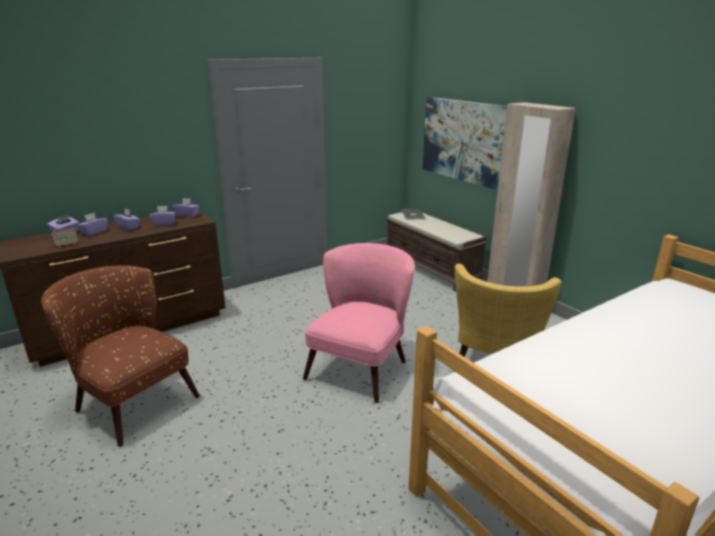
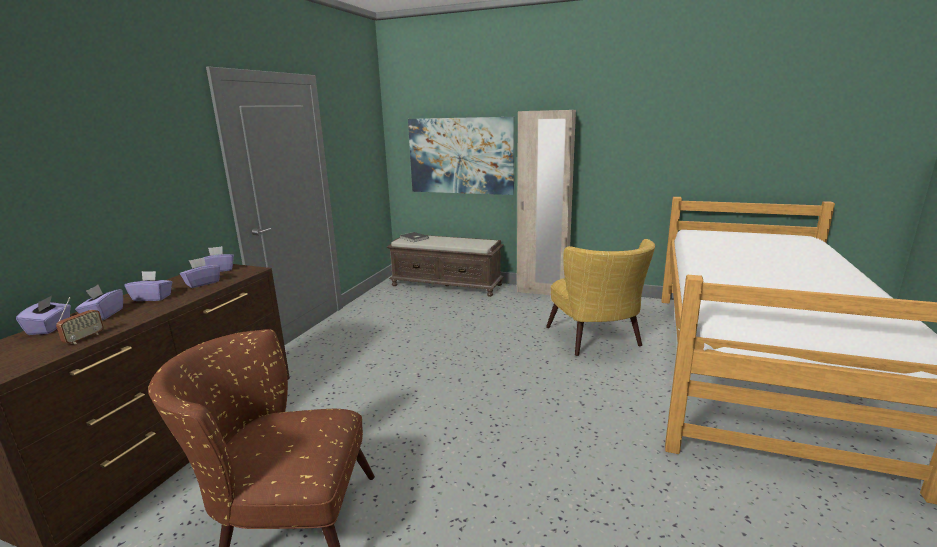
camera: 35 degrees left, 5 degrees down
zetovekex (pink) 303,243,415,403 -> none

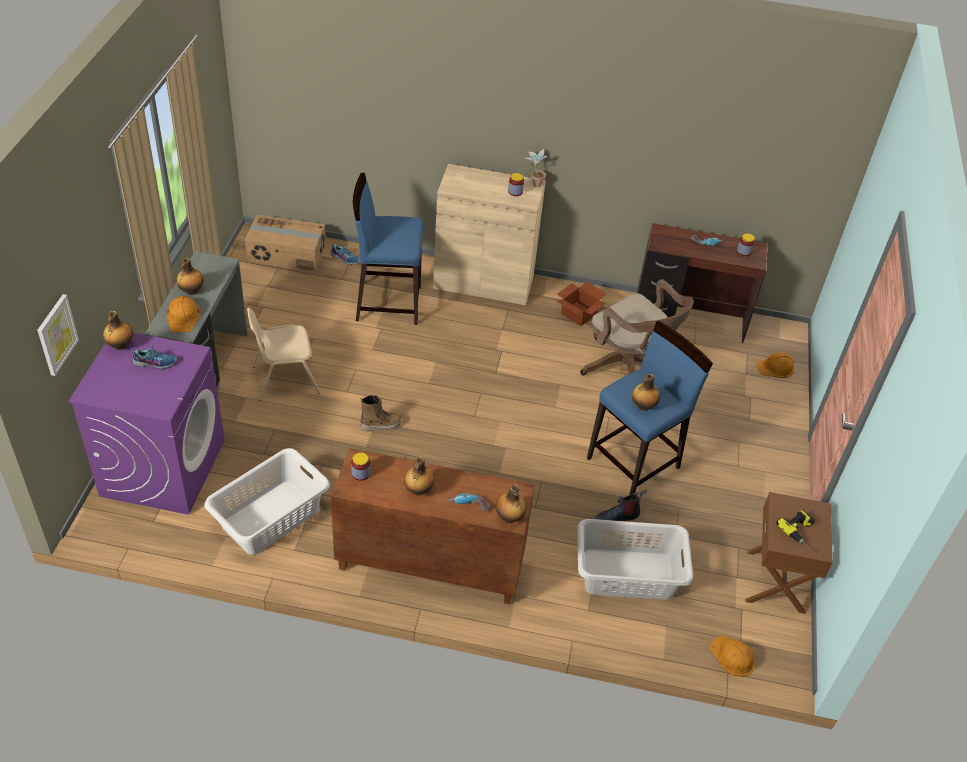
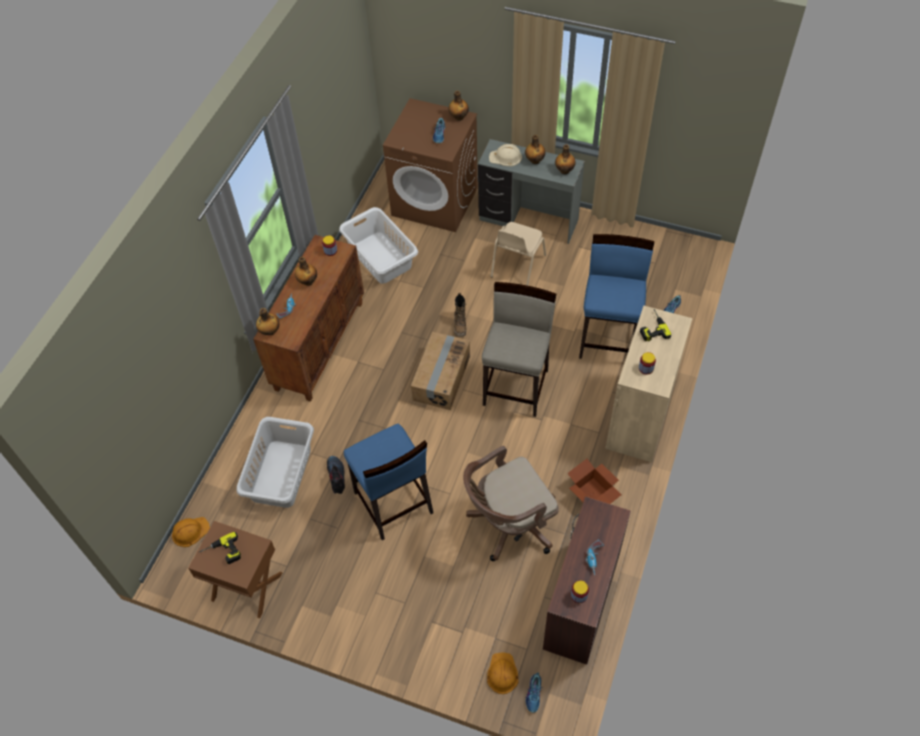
camera: 105 degrees right, 10 degrees up
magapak 525,149,547,187 -> none
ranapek 245,215,326,272 -> ranapek 411,332,470,410, moved
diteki 37,294,79,376 -> none
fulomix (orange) 167,296,201,333 -> fulomix (beige) 489,144,522,166
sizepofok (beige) 247,307,320,401 -> sizepofok (beige) 491,222,546,286, 150 degrees counterclockwise
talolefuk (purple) 68,333,225,515 -> talolefuk (brown) 383,98,478,232
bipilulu 632,374,660,411 -> bipilulu 555,144,576,174, moved
none -> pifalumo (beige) 482,282,556,417
none -> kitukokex 640,309,671,341
none -> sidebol 525,673,542,713

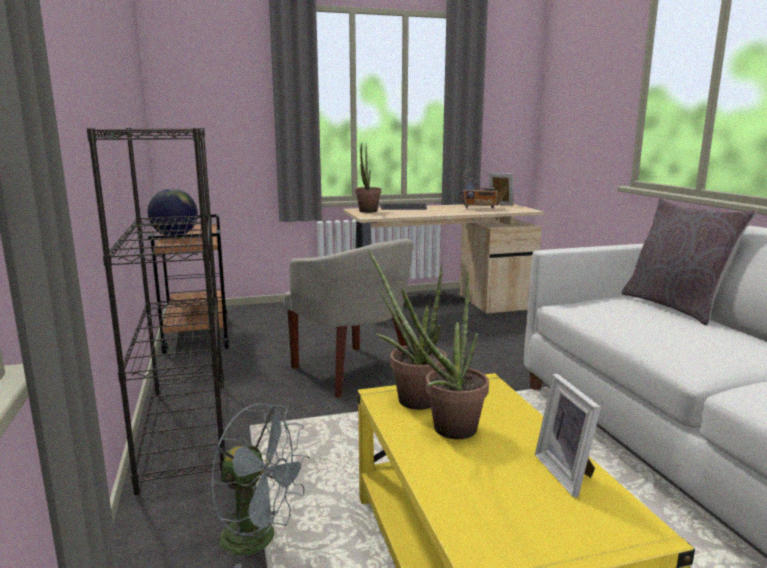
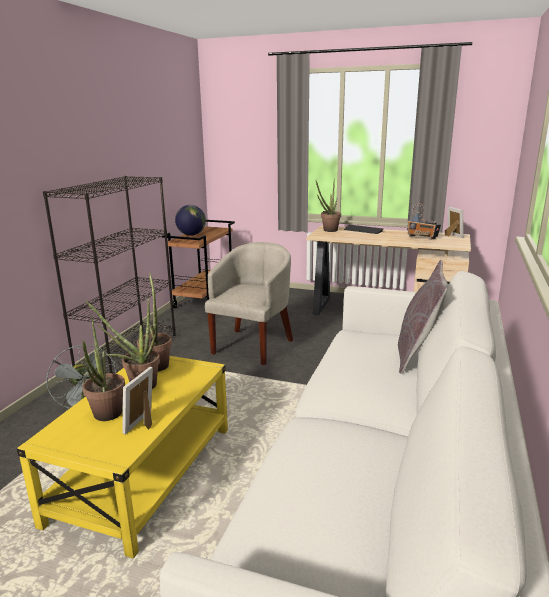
camera: 35 degrees right, 5 degrees up
zetovekex (beige) 283,239,413,397 -> zetovekex (beige) 205,242,293,365, 150 degrees counterclockwise
none -> magapak 82,316,125,421

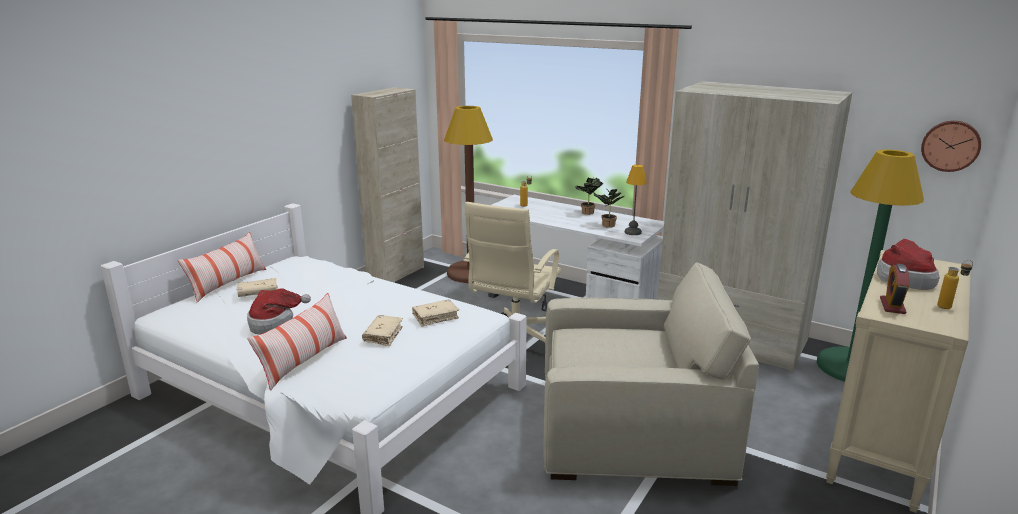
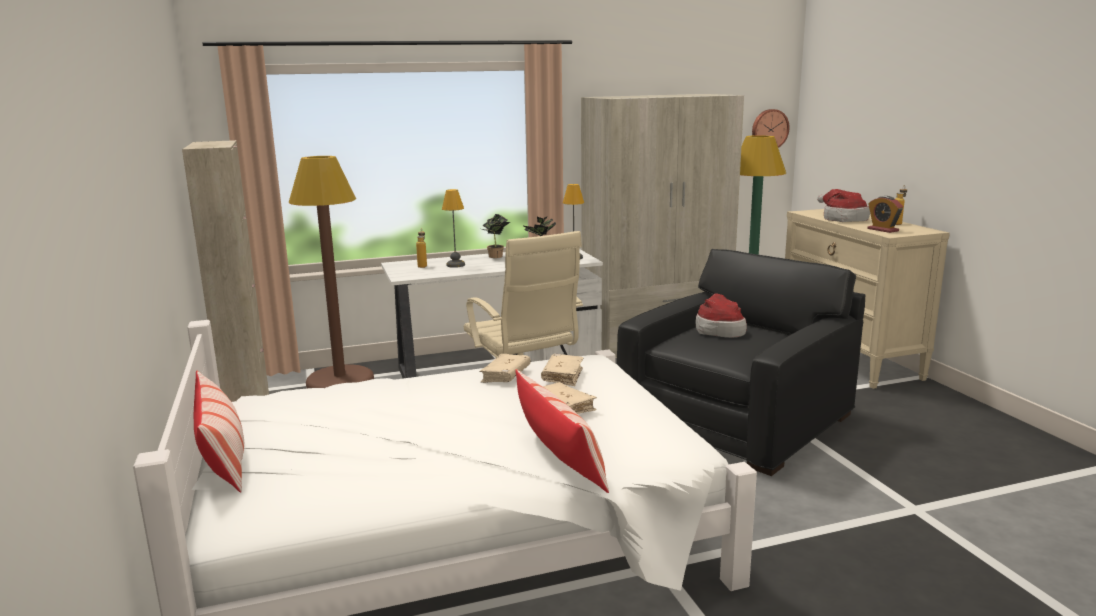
camera: 50 degrees left, 5 degrees down
zetovekex (beige) 543,262,759,486 -> zetovekex (black) 617,249,865,476
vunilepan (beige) 237,278,278,297 -> vunilepan (beige) 479,354,531,383, moved
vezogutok 247,288,311,335 -> vezogutok 696,293,747,338, moved
none -> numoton 442,189,465,268

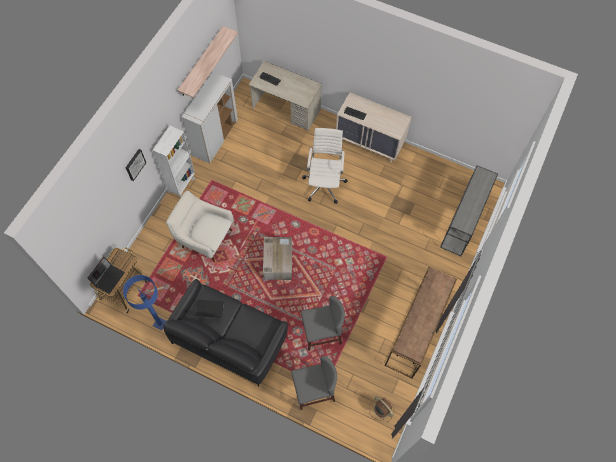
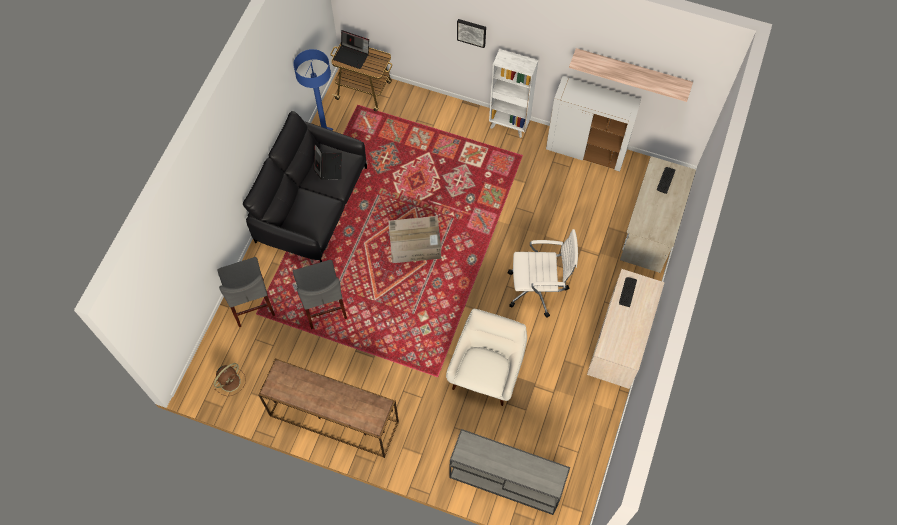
camera: 85 degrees right, 0 degrees up
zetovekex (white) 166,191,233,262 -> zetovekex (white) 446,309,527,406, moved

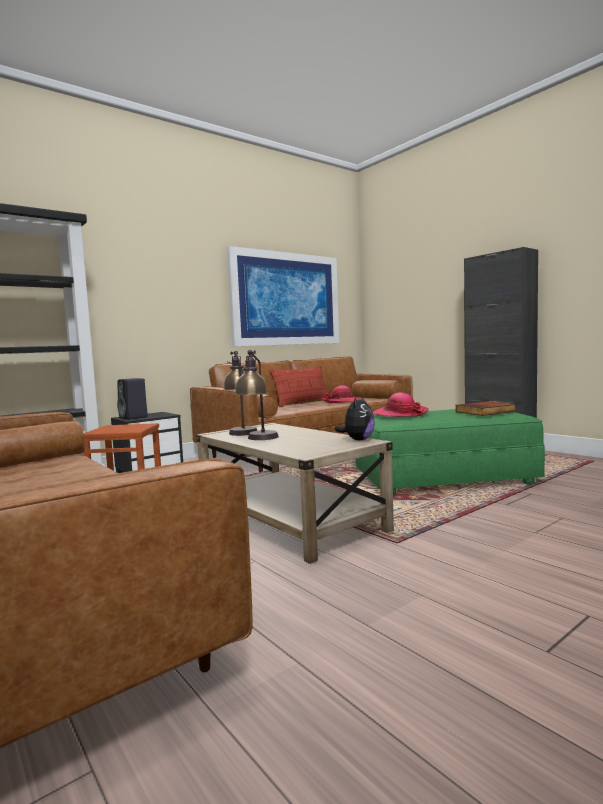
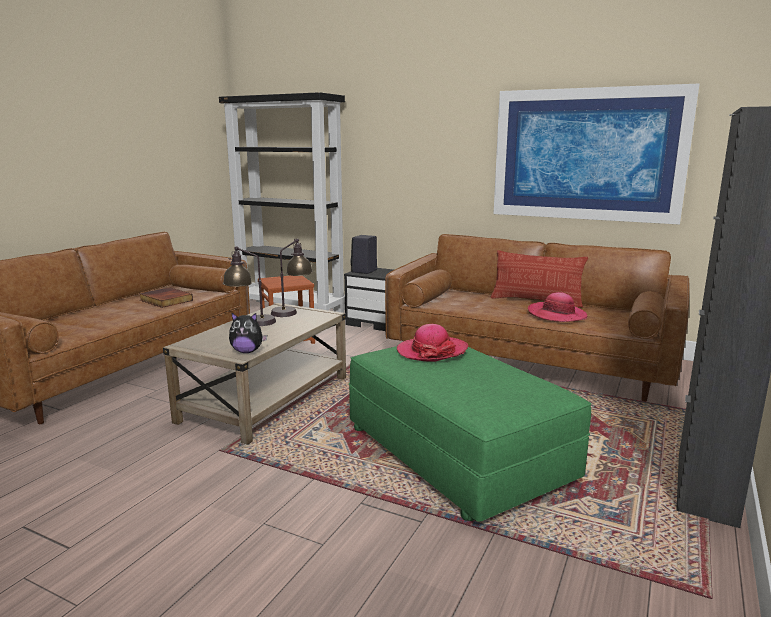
camera: 65 degrees right, 10 degrees up
vunilepan 456,401,517,416 -> vunilepan 139,287,193,308, moved

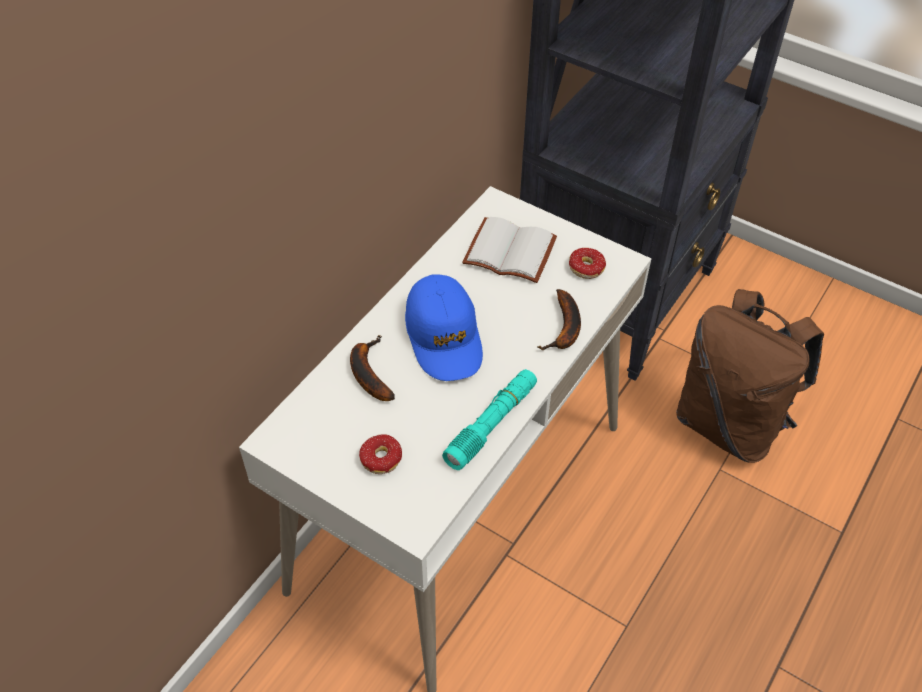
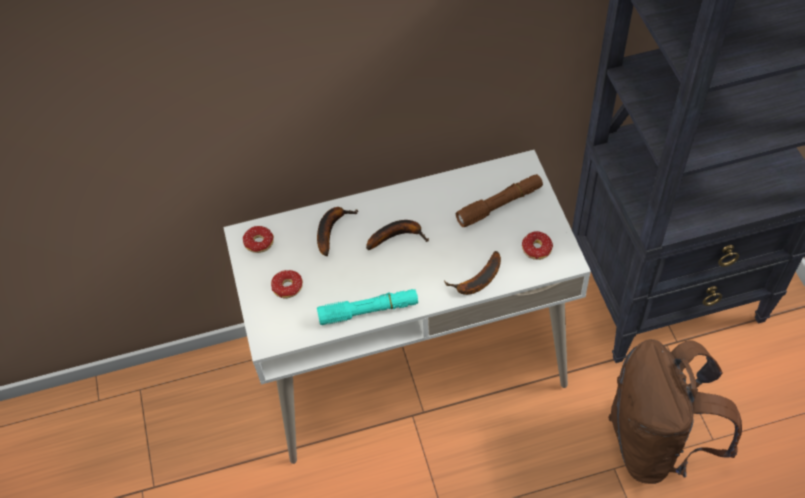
camera: 45 degrees right, 5 degrees up
vunilepan (white) 462,217,557,283 -> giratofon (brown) 456,174,543,227
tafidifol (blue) 405,275,483,381 -> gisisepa 366,220,429,250
none -> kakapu 243,226,274,253

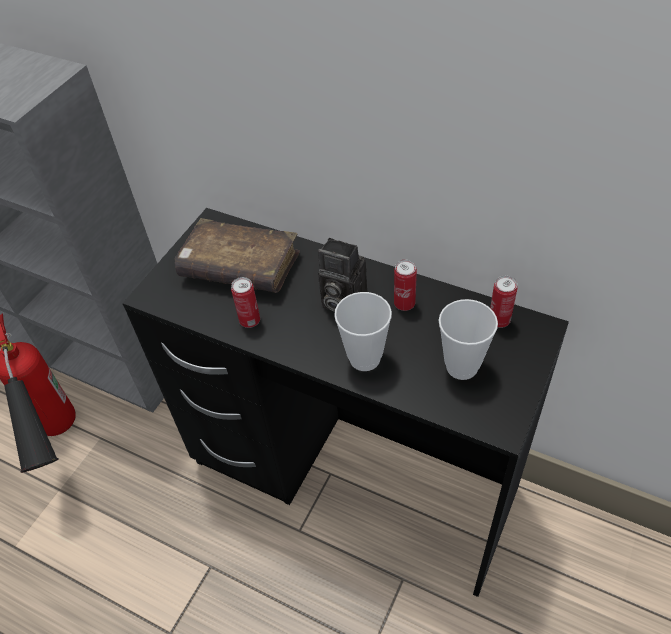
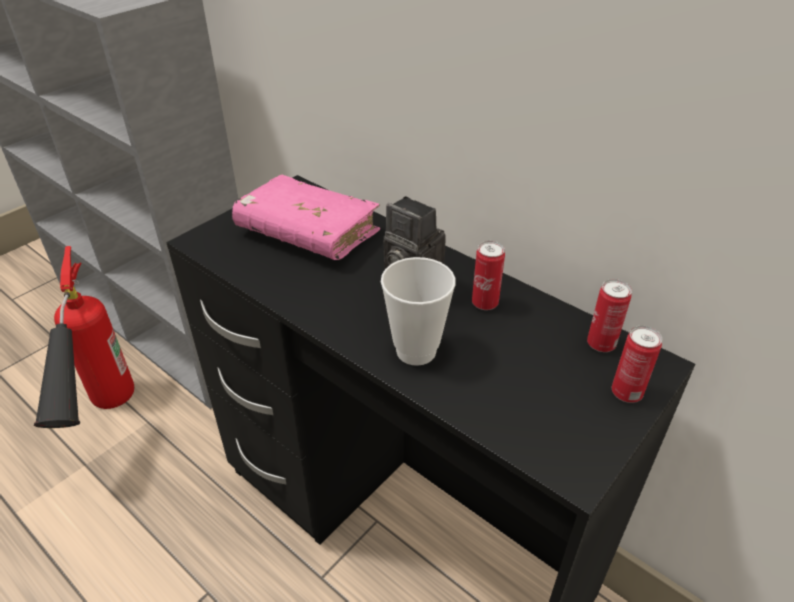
camera: 10 degrees right, 10 degrees down
vunilepan (brown) 175,218,300,293 -> vunilepan (pink) 232,175,380,260
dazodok 231,277,260,328 -> dazodok 612,326,662,403, moved
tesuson 439,299,498,380 -> none

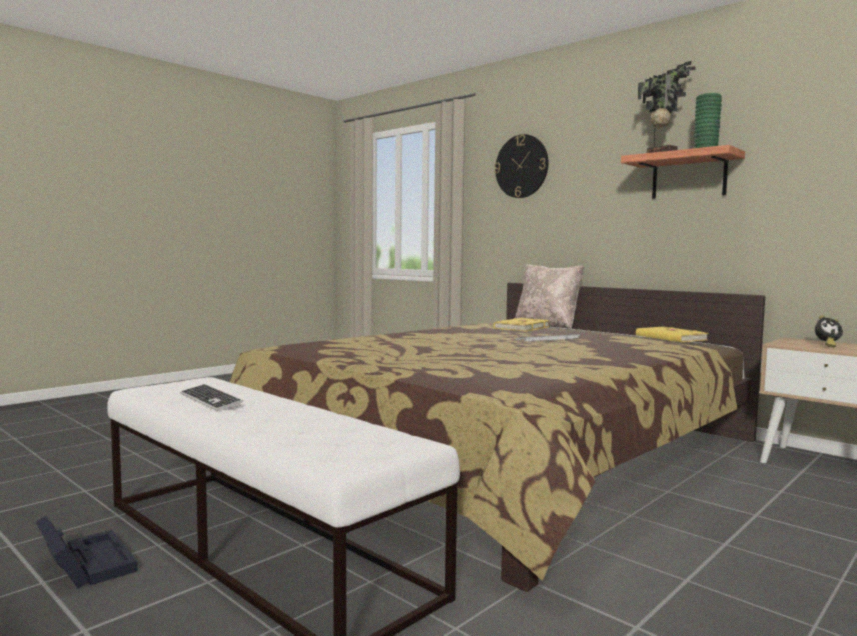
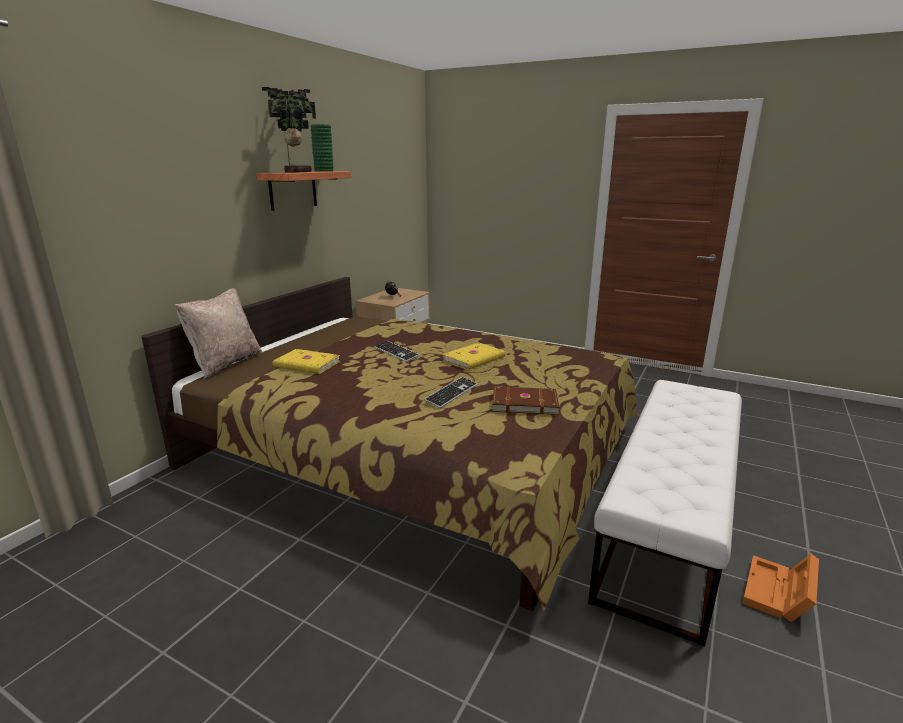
camera: 105 degrees left, 15 degrees up
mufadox 494,134,548,198 -> none
vunilepan (yellow) 636,326,708,342 -> vunilepan (yellow) 442,343,505,370, moved
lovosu 180,384,243,411 -> lovosu 424,377,478,408, moved
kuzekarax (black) 35,516,138,589 -> kuzekarax (orange) 743,554,819,622
none -> vunilepan (brown) 492,386,559,415

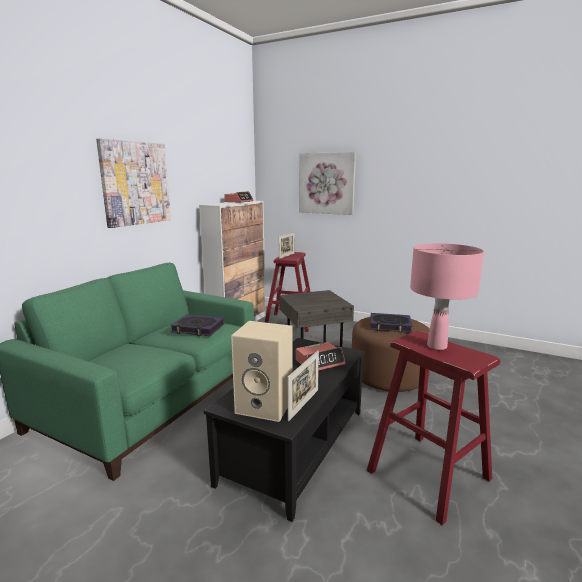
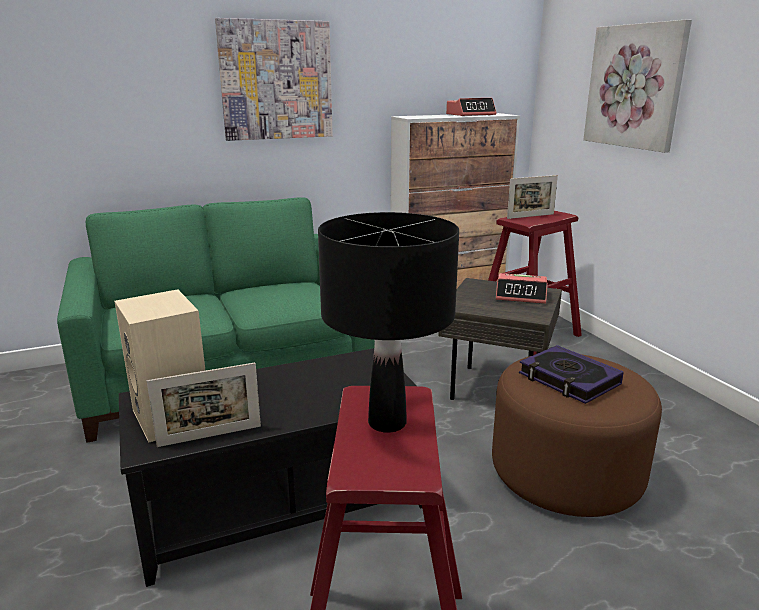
camera: 40 degrees right, 5 degrees up
numoton (pink) 410,243,484,350 -> numoton (black) 318,212,459,433
vunilepan 170,314,224,336 -> none
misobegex 296,342,345,371 -> misobegex 496,273,548,304, moved

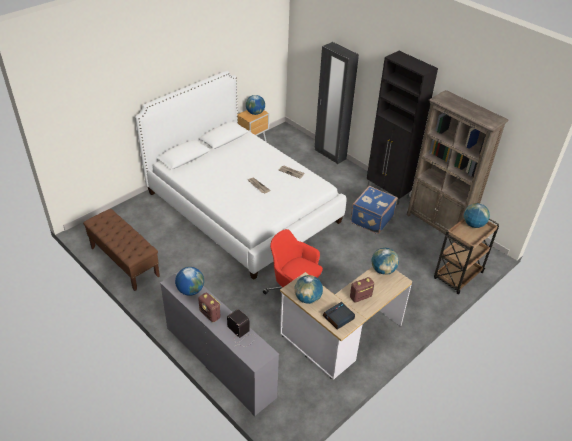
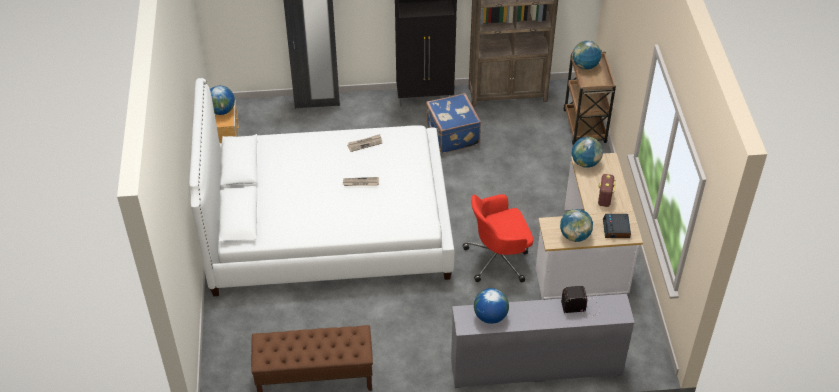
camera: 50 degrees left, 5 degrees up
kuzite 198,293,221,322 -> none

